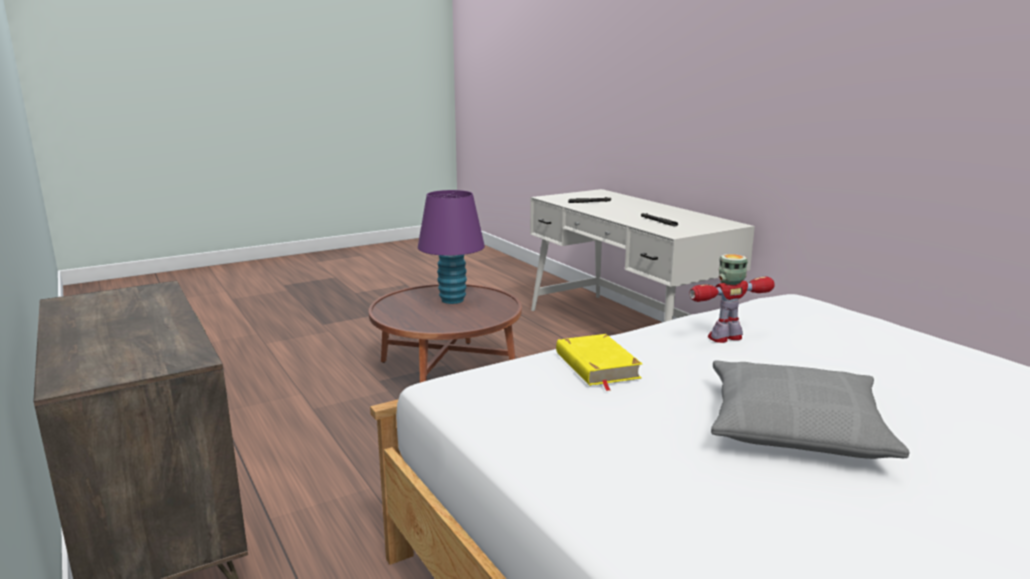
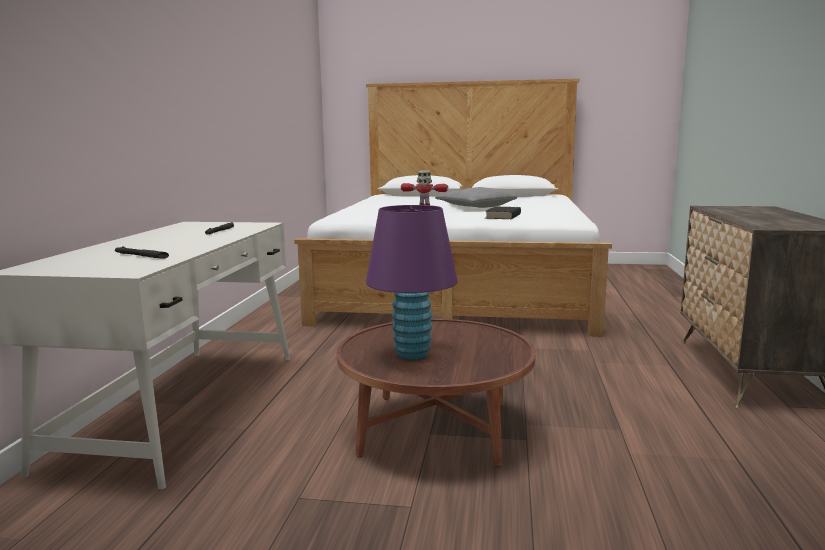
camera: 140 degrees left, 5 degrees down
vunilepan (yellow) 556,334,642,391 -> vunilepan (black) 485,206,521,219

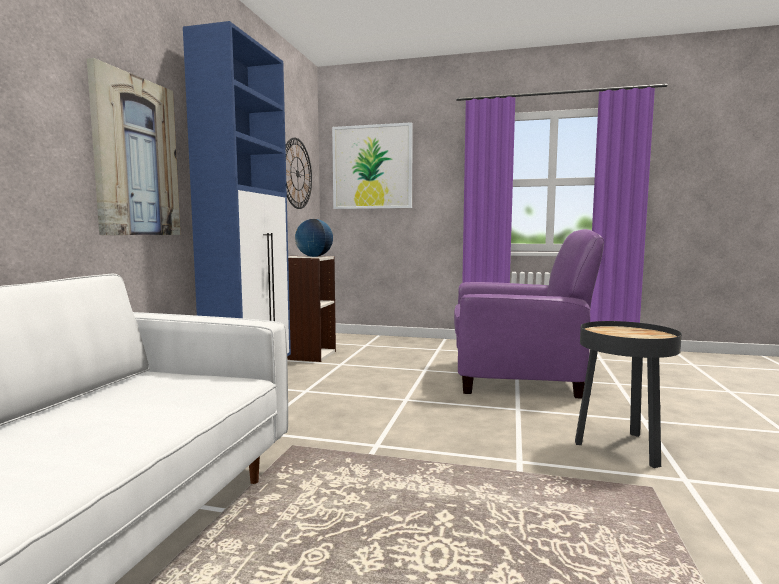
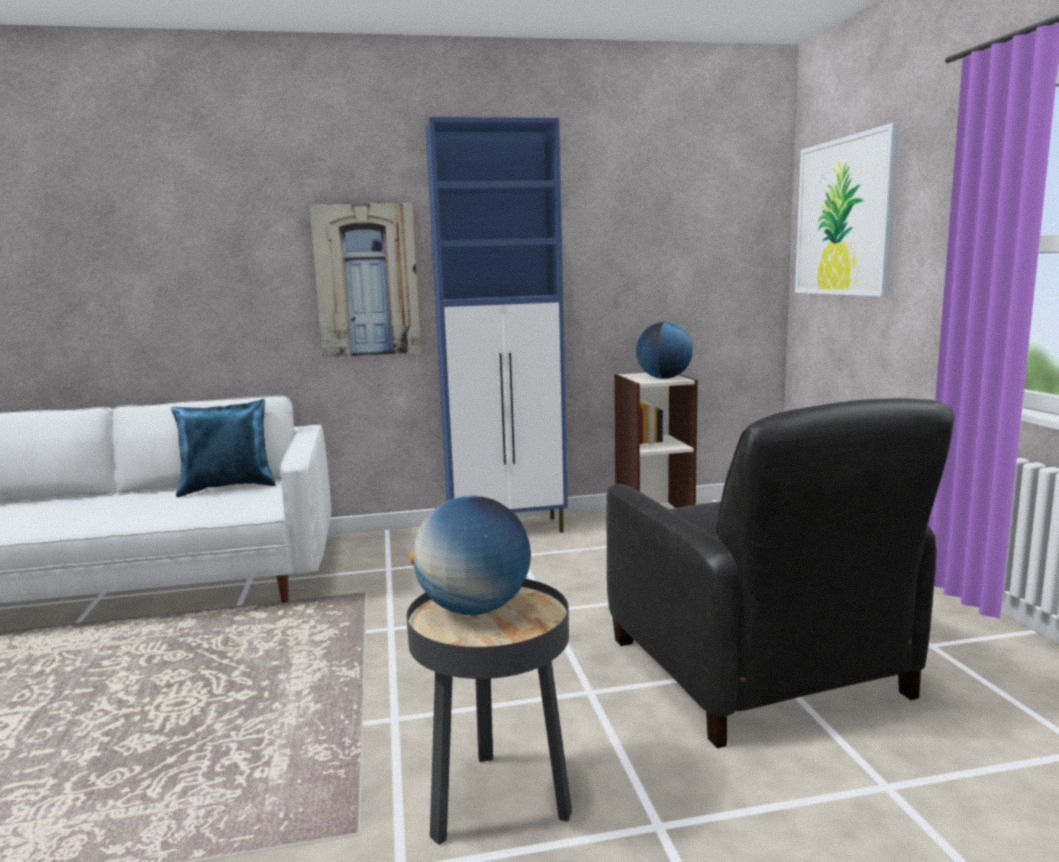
camera: 65 degrees right, 5 degrees up
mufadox 285,138,312,209 -> none
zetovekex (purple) 454,229,604,399 -> zetovekex (black) 607,398,955,748
none -> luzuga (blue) 171,399,276,497
none -> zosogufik 409,496,531,615

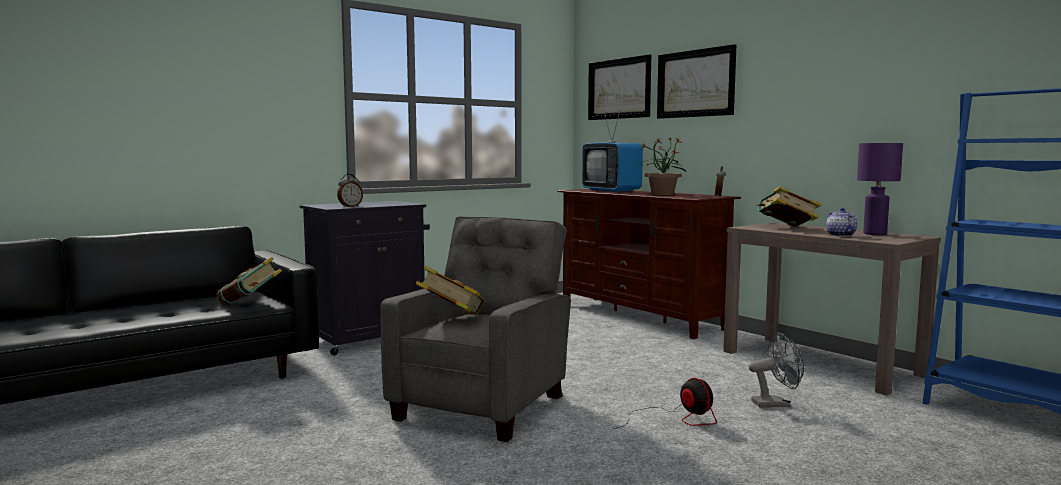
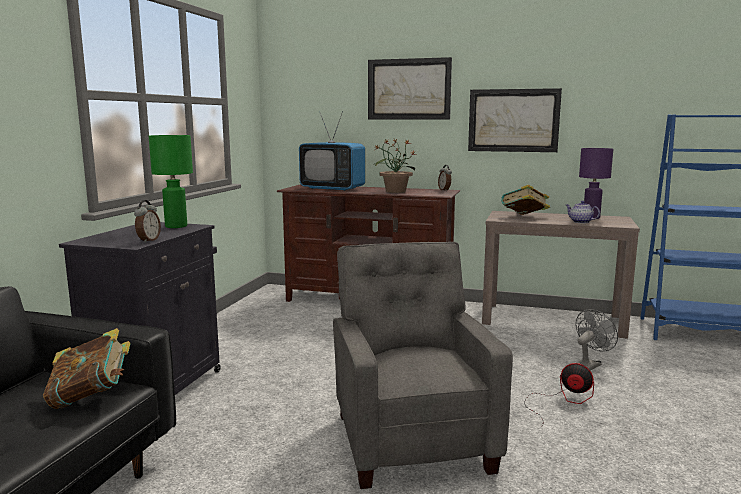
camera: 35 degrees left, 5 degrees up
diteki 588,54,651,120 -> diteki 468,88,562,152, moved
vunilepan 415,265,485,315 -> none
none -> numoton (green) 149,135,193,228

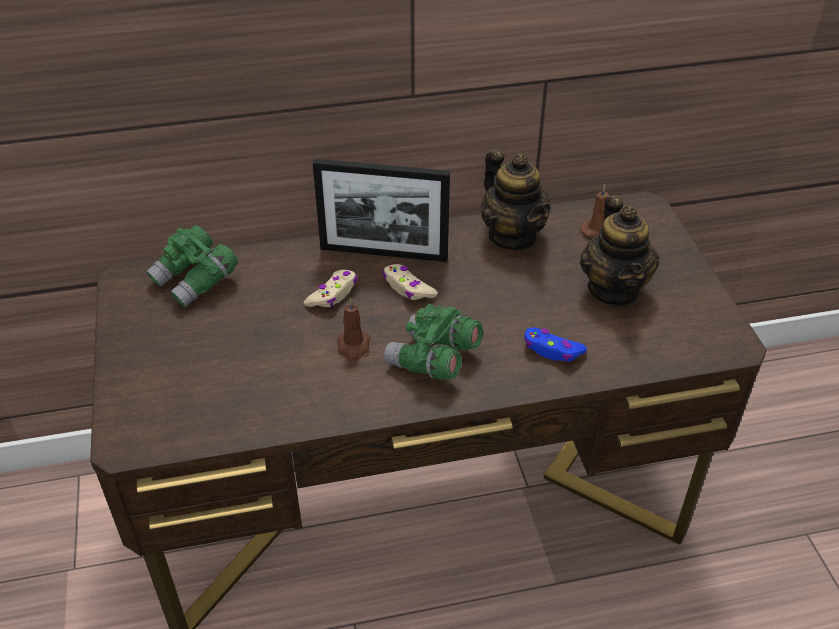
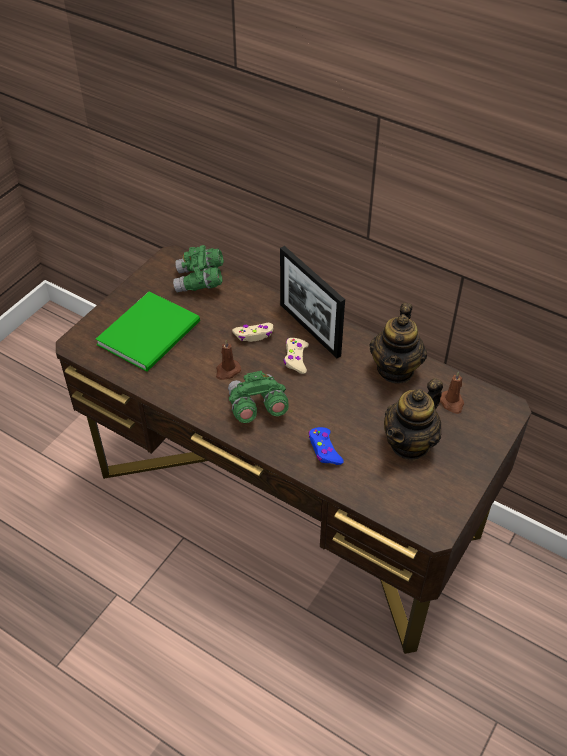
camera: 45 degrees right, 5 degrees up
none -> vunilepan (green) 96,291,200,372

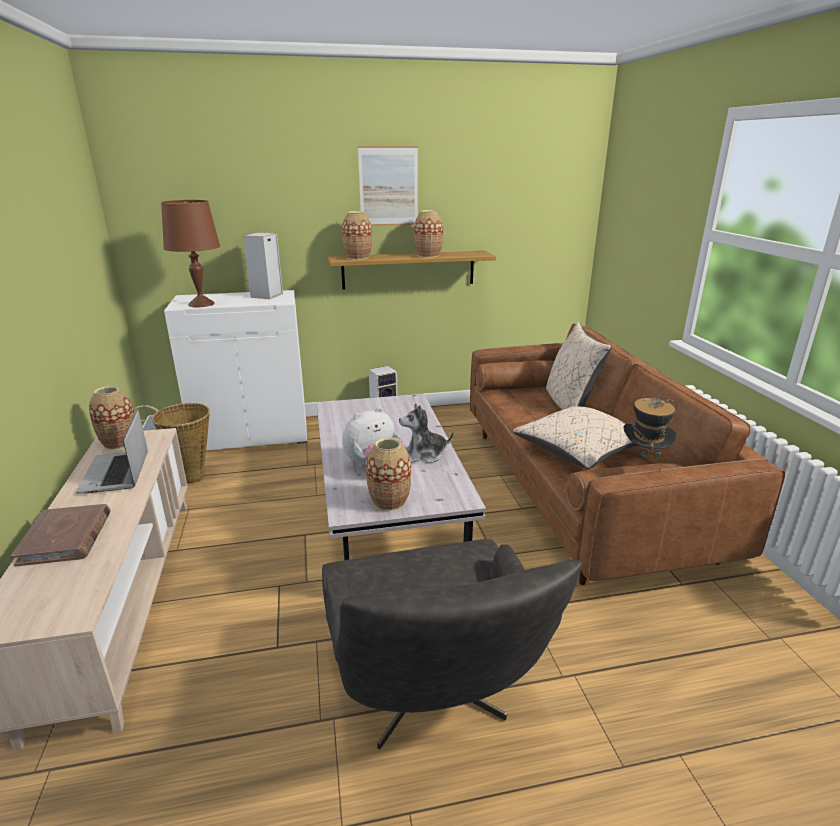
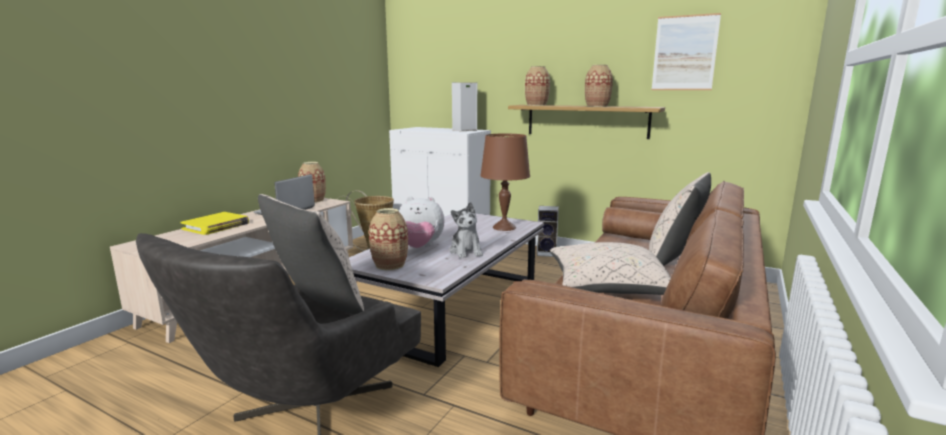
camera: 40 degrees right, 10 degrees down
diteki 358,146,418,226 -> diteki 652,13,721,90, moved
numoton (brown) 161,200,220,307 -> numoton (brown) 480,134,530,231, moved
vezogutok 623,397,677,473 -> none
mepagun 399,404,454,464 -> mepagun 450,202,483,258, 135 degrees counterclockwise
vunilepan (brown) 11,504,111,567 -> vunilepan (yellow) 180,212,249,235
none -> luzuga (beige) 258,194,364,314

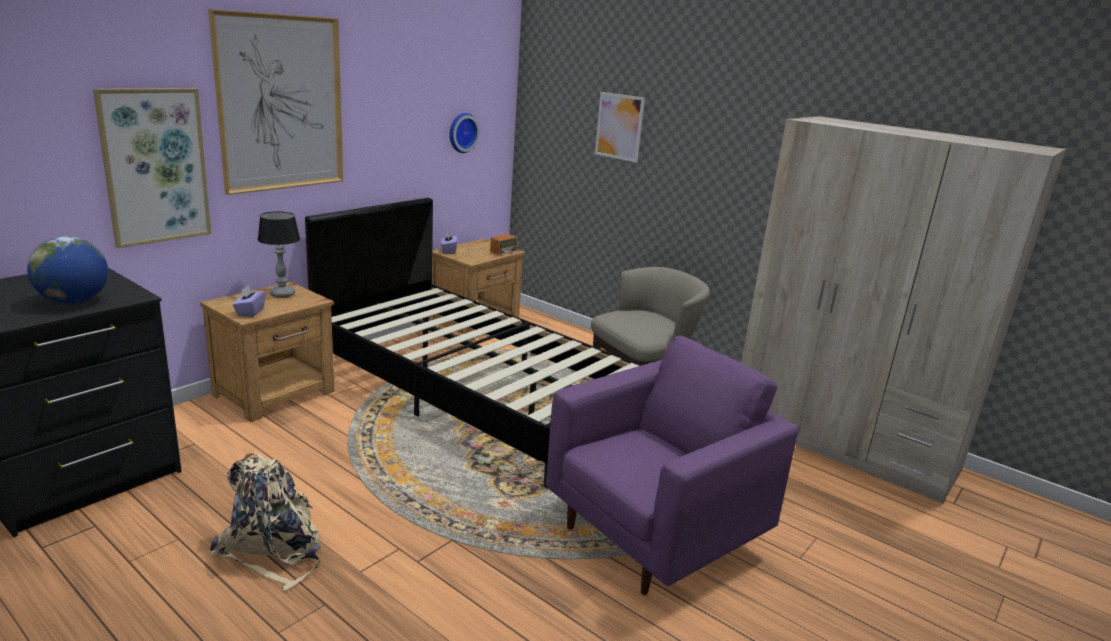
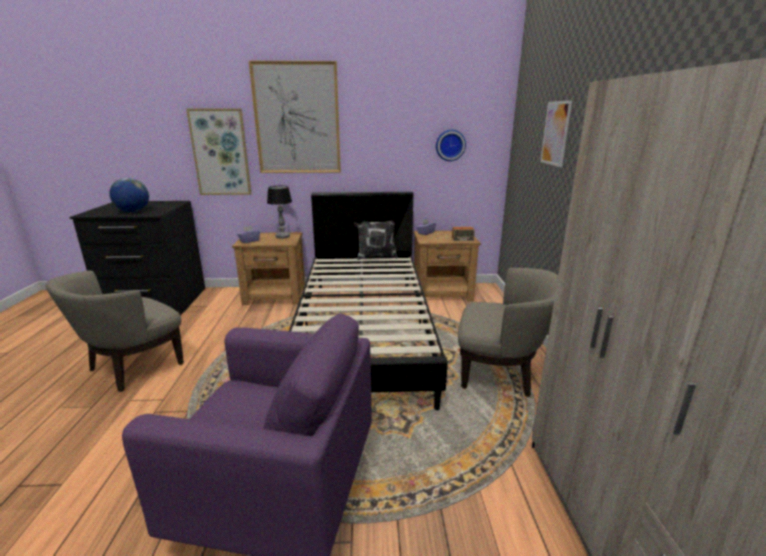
camera: 50 degrees right, 0 degrees up
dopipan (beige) 209,452,321,591 -> zetovekex (beige) 45,270,184,392
none -> luzuga 354,219,398,260

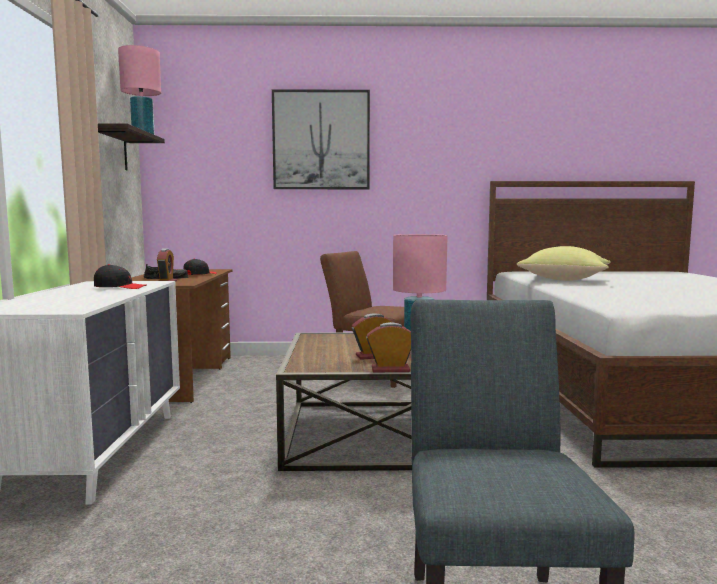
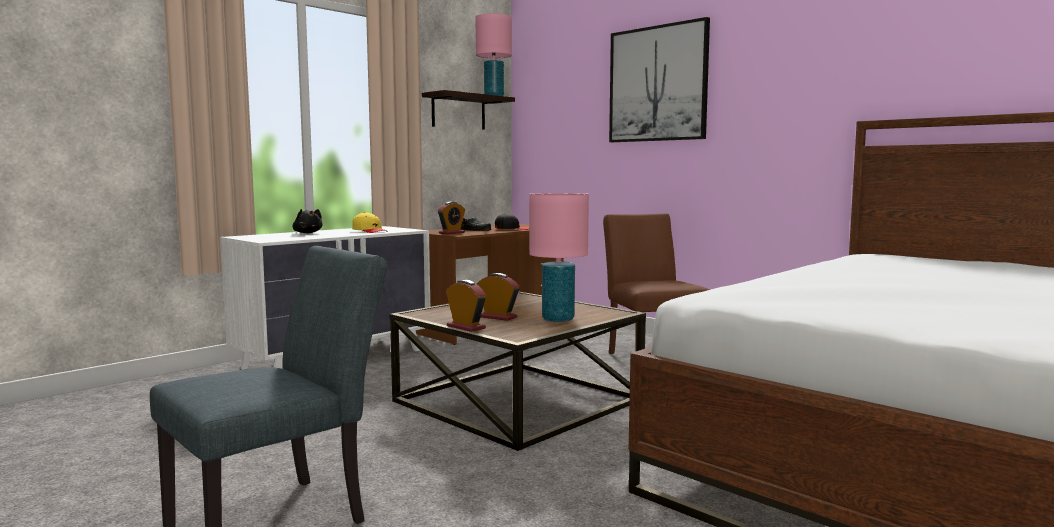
camera: 45 degrees right, 0 degrees up
luzuga (yellow) 517,246,611,281 -> none
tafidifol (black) 94,264,146,289 -> tafidifol (yellow) 352,212,388,233
none -> mepagun (black) 292,209,322,233

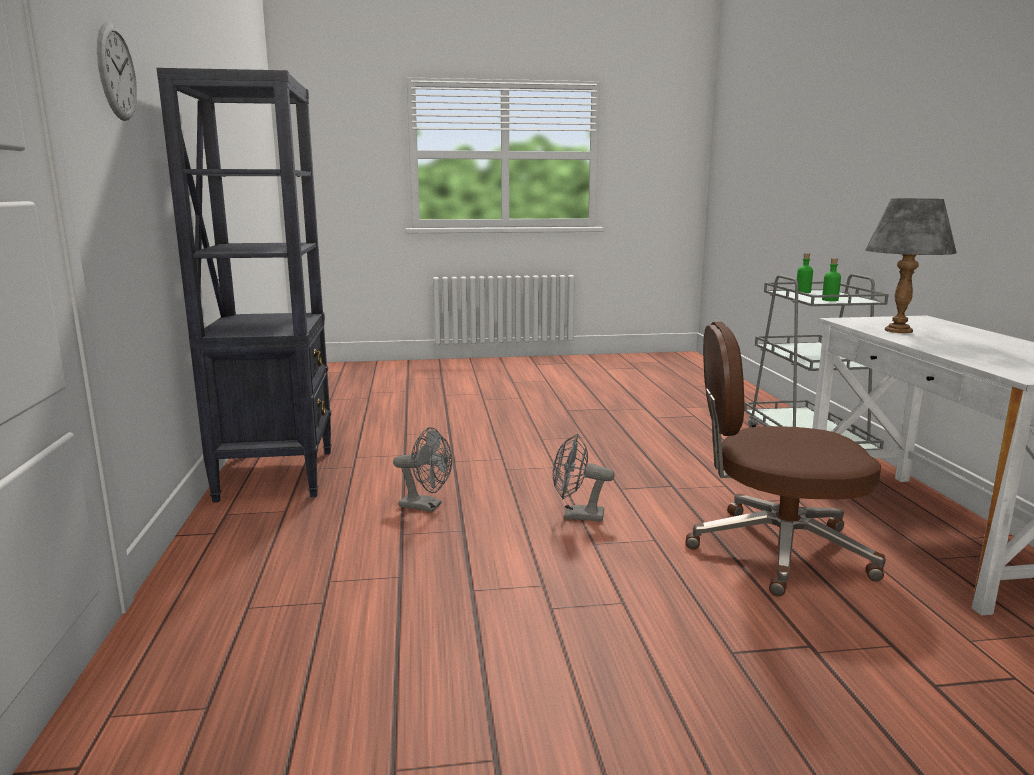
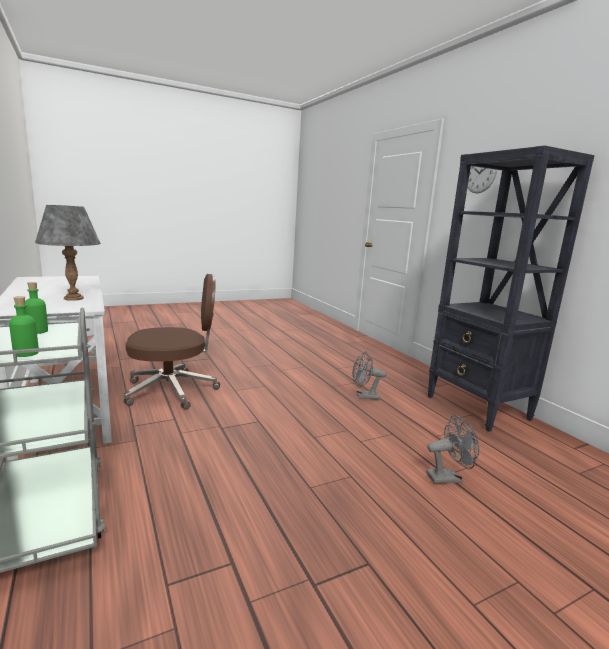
camera: 160 degrees right, 0 degrees up
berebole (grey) 553,434,614,522 -> berebole (grey) 426,415,479,484, moved

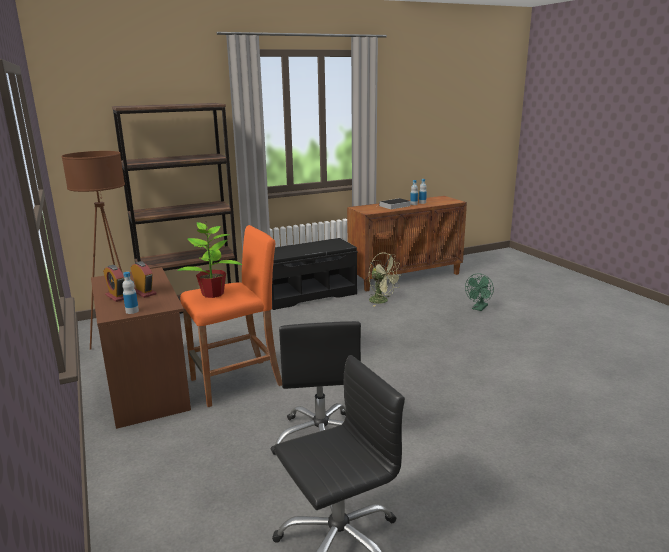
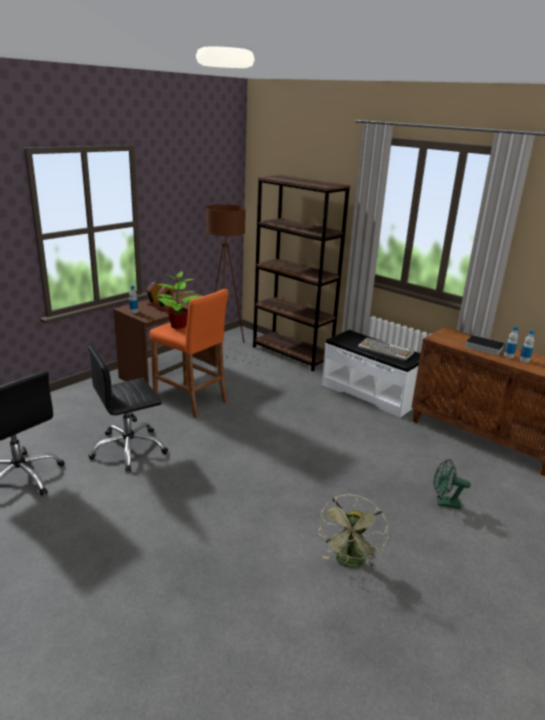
camera: 65 degrees right, 5 degrees up
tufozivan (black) 272,238,357,310 -> tufozivan (white) 322,330,420,417
berebole (green) 369,252,402,307 -> berebole (green) 318,495,388,568, moved
none -> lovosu 358,337,414,361

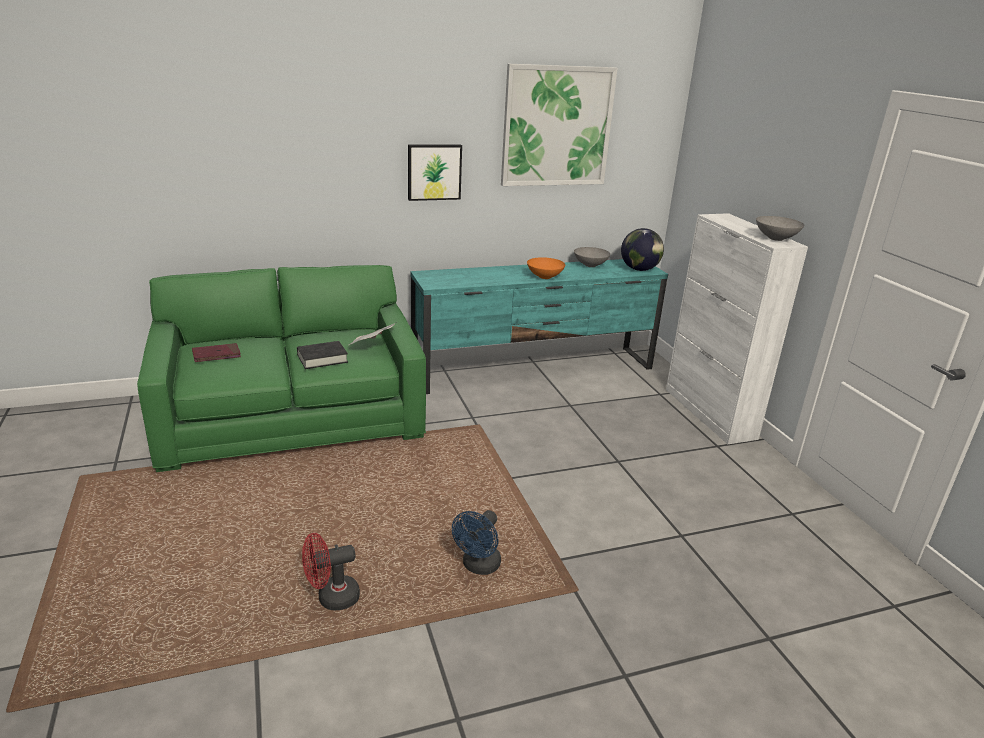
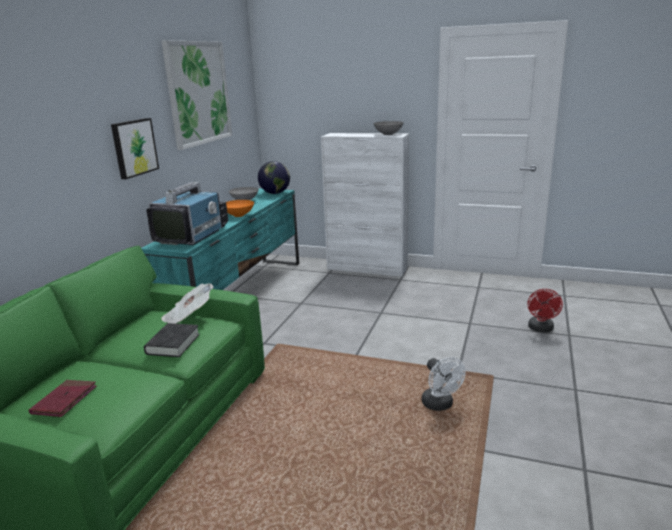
camera: 50 degrees left, 5 degrees down
berebole (blue) 452,510,501,575 -> berebole (white) 422,357,466,411
berebole (red) 302,533,360,610 -> berebole (red) 527,289,563,332, moved
none -> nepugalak 146,182,228,245

